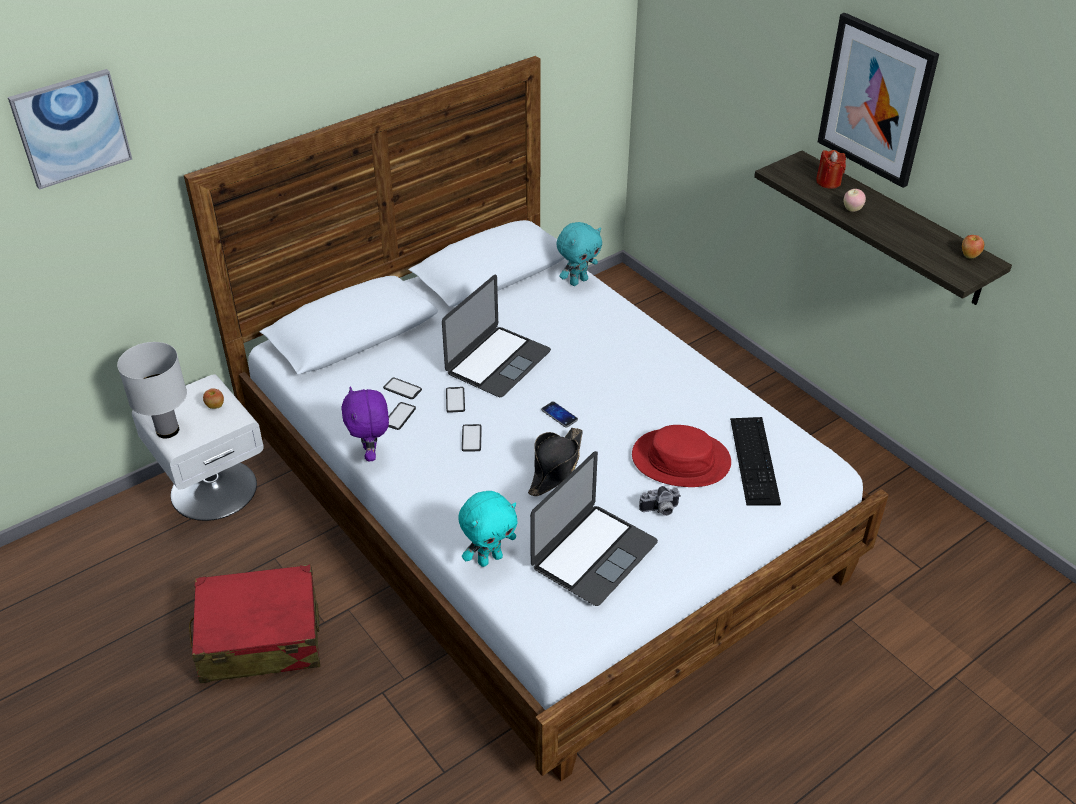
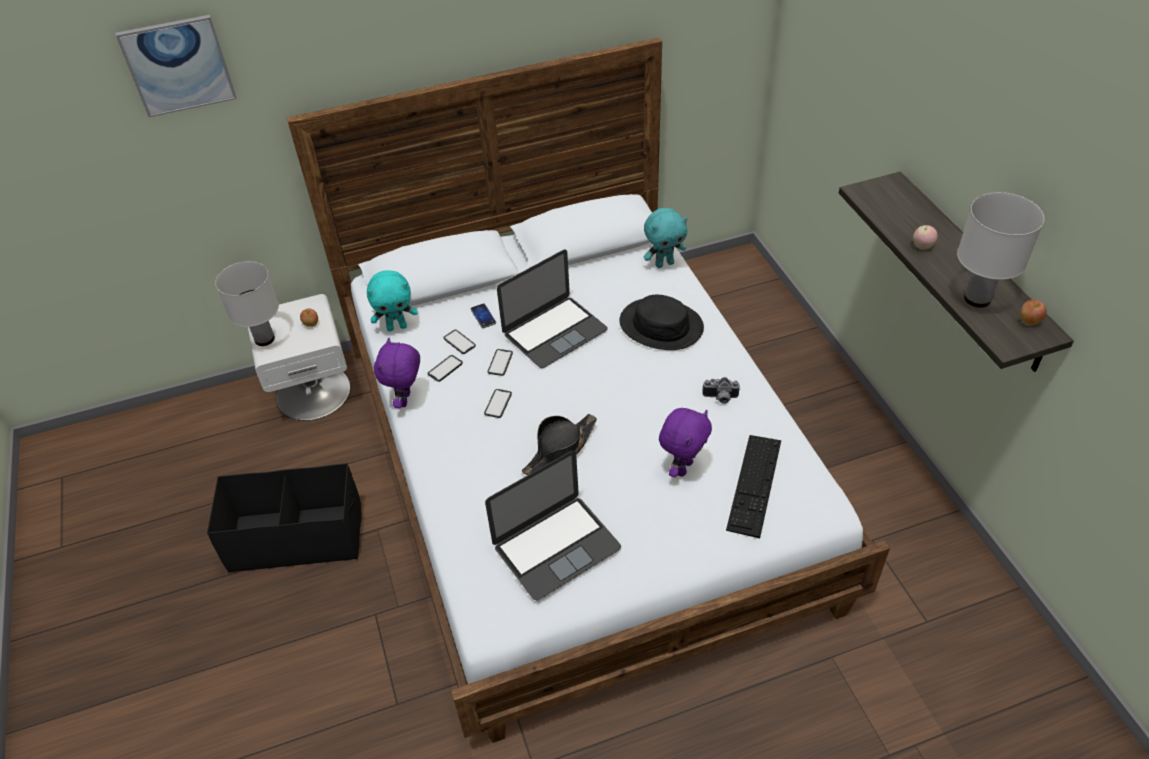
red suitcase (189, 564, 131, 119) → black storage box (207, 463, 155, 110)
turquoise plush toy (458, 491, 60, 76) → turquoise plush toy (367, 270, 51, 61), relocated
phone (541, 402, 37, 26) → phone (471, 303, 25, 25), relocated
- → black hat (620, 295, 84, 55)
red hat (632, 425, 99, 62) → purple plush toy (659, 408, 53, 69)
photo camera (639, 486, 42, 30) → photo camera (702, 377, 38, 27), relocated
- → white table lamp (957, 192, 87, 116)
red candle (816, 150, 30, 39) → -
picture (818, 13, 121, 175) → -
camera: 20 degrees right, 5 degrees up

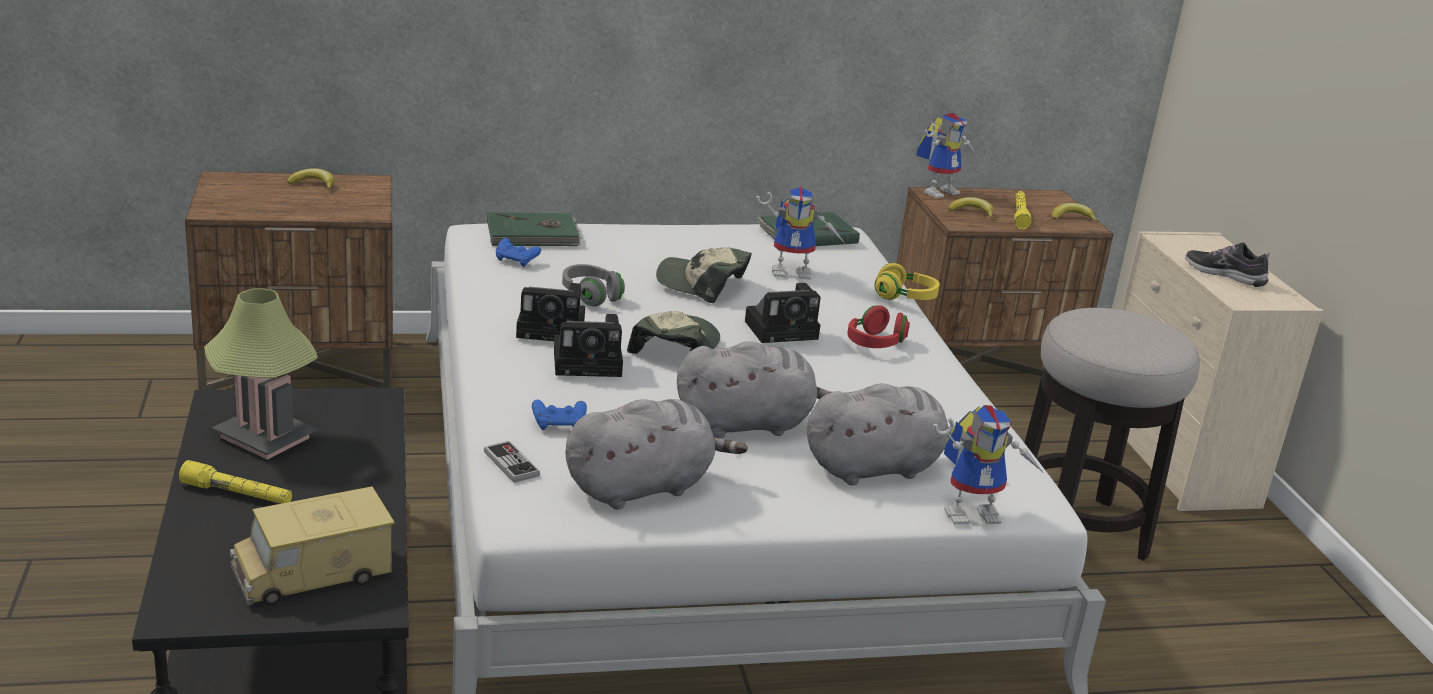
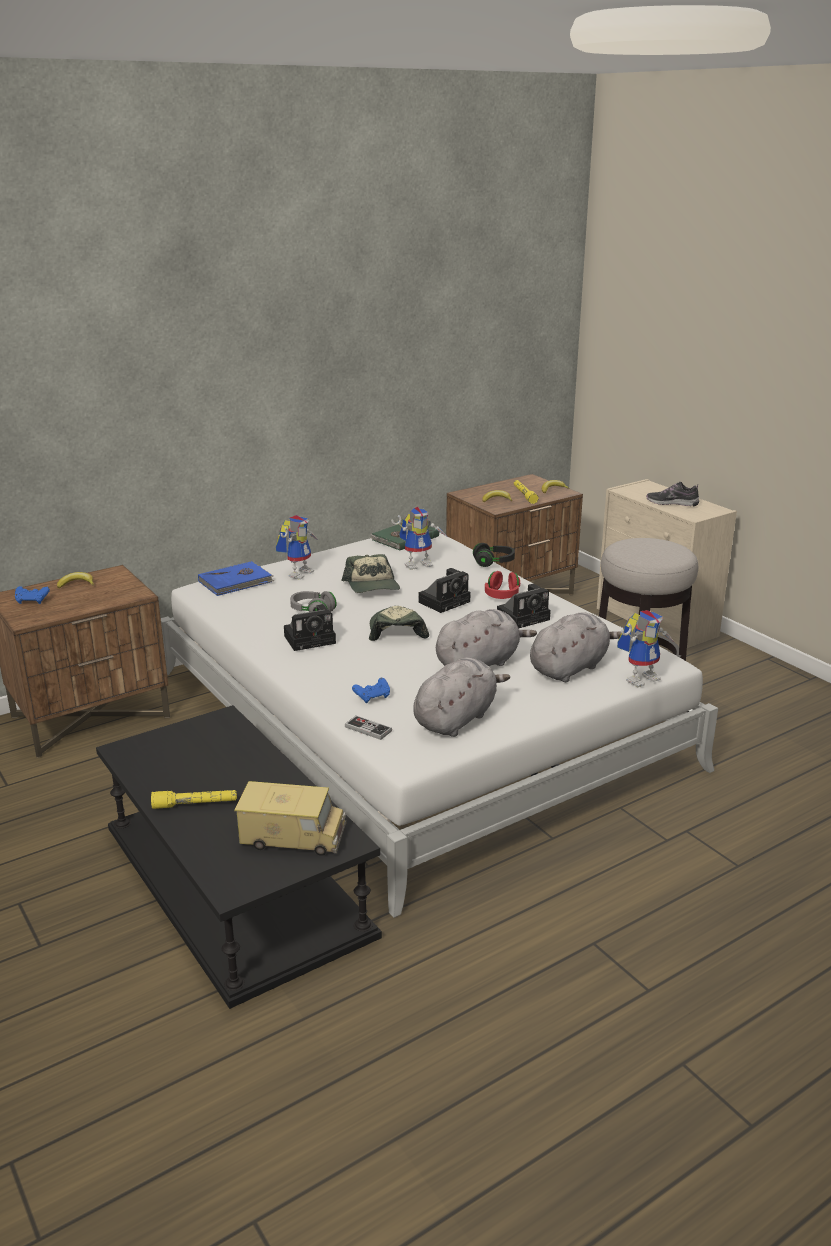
blue game controller (496, 238, 45, 29) → blue game controller (15, 586, 35, 18), relocated
green book (487, 212, 95, 34) → blue book (198, 561, 76, 35)
toy truck (230, 486, 165, 120) → toy truck (234, 781, 112, 75), 120 degrees counterclockwise
toy robot (916, 113, 61, 85) → toy robot (276, 515, 42, 65), relocated
cap (656, 247, 96, 56) → cap (342, 554, 58, 39), 105 degrees counterclockwise
yellow headphones (875, 263, 65, 37) → black headphones (473, 543, 42, 24)
photo camera (554, 314, 69, 63) → photo camera (497, 584, 54, 44), relocated
table lamp (204, 288, 114, 172) → -
camera: 20 degrees left, 0 degrees up

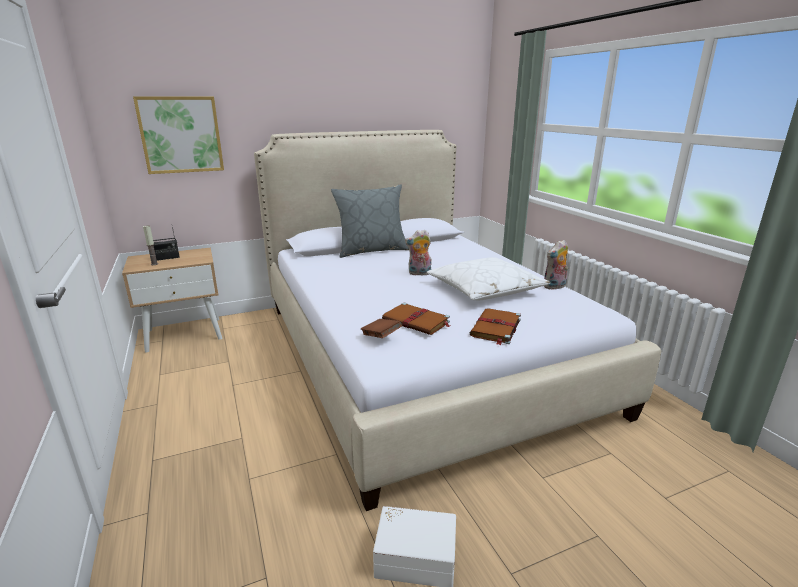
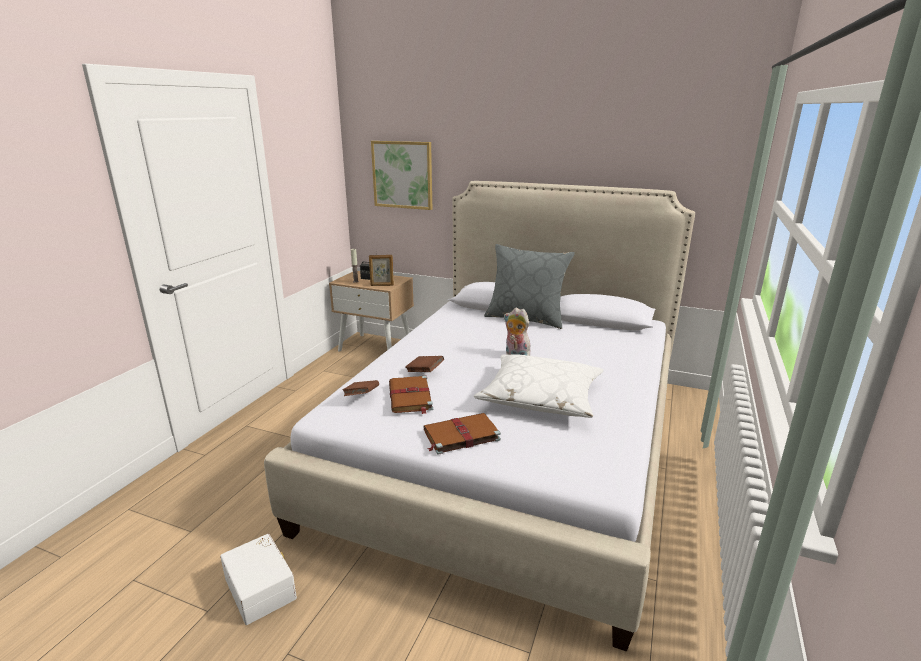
- → picture frame (369, 255, 25, 31)
- → brown book (406, 356, 38, 16)
plush toy (544, 240, 24, 50) → -
camera: 45 degrees right, 0 degrees up

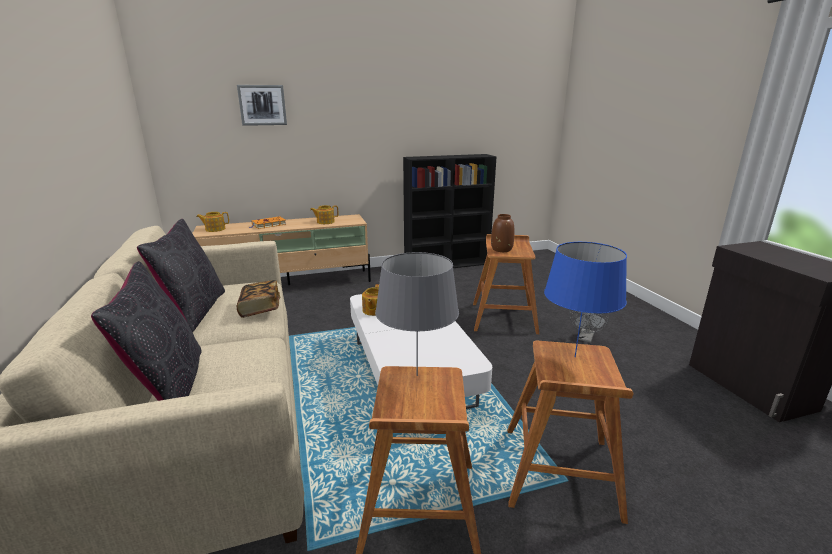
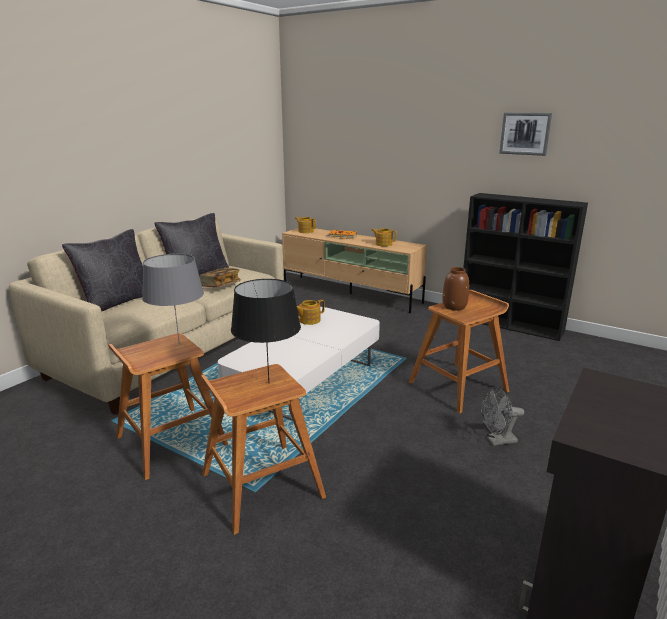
blue table lamp (544, 242, 83, 115) → black table lamp (231, 279, 70, 104)
picture (237, 85, 50, 41) → picture (499, 113, 53, 43), relocated
camera: 50 degrees right, 0 degrees up

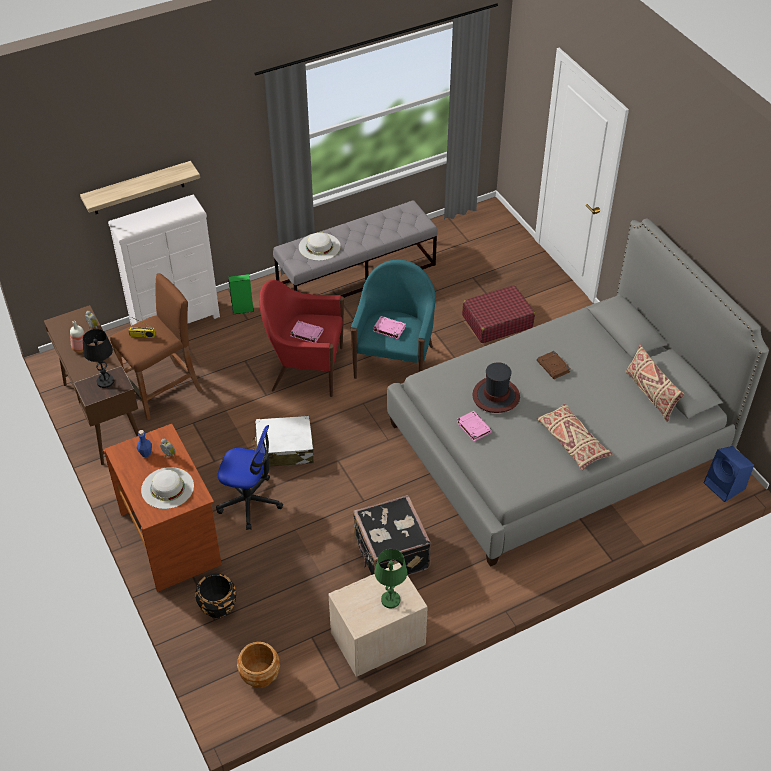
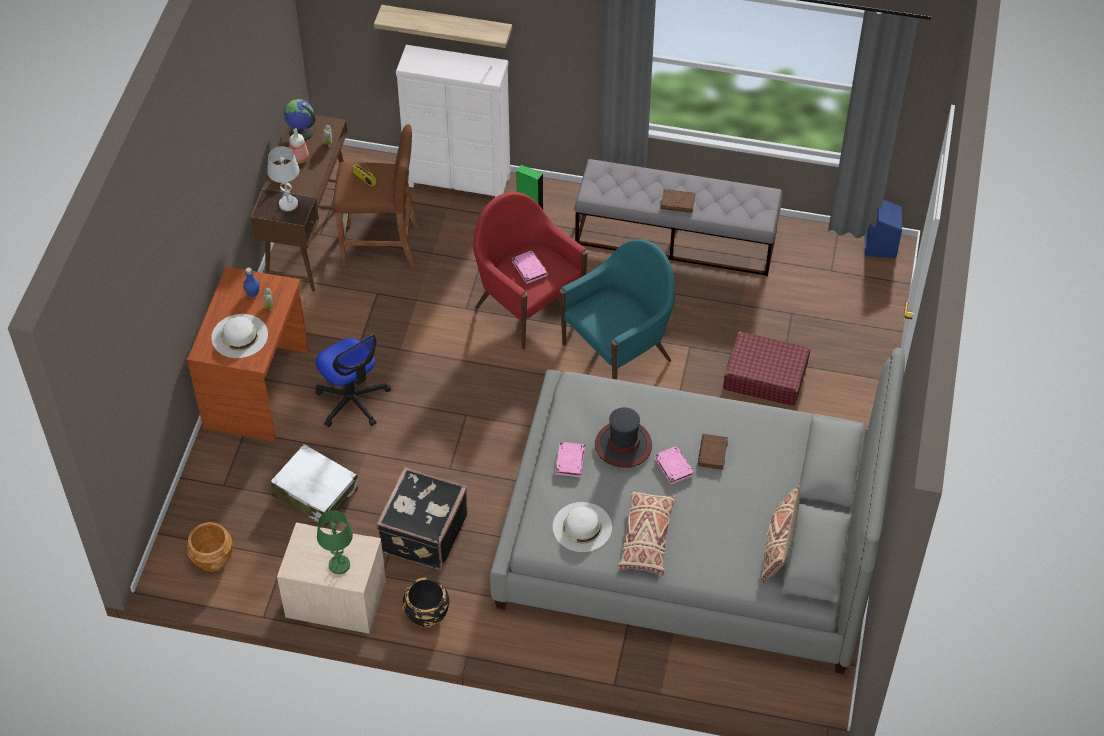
black table lamp (83, 329, 31, 59) → white table lamp (267, 146, 32, 65)
white suitcase (252, 415, 62, 52) → white suitcase (270, 444, 88, 83), relocated
- → globe (284, 99, 31, 42)
black planter (195, 573, 41, 45) → black planter (403, 577, 47, 50), relocated
white hat (299, 232, 41, 29) → white hat (553, 502, 59, 50), relocated
pink book (373, 316, 33, 23) → pink book (655, 446, 39, 39), relocated
- → brown book (661, 189, 34, 24)
blue speaker (704, 446, 50, 56) → blue speaker (865, 199, 37, 59), relocated
camera: 40 degrees right, 5 degrees up

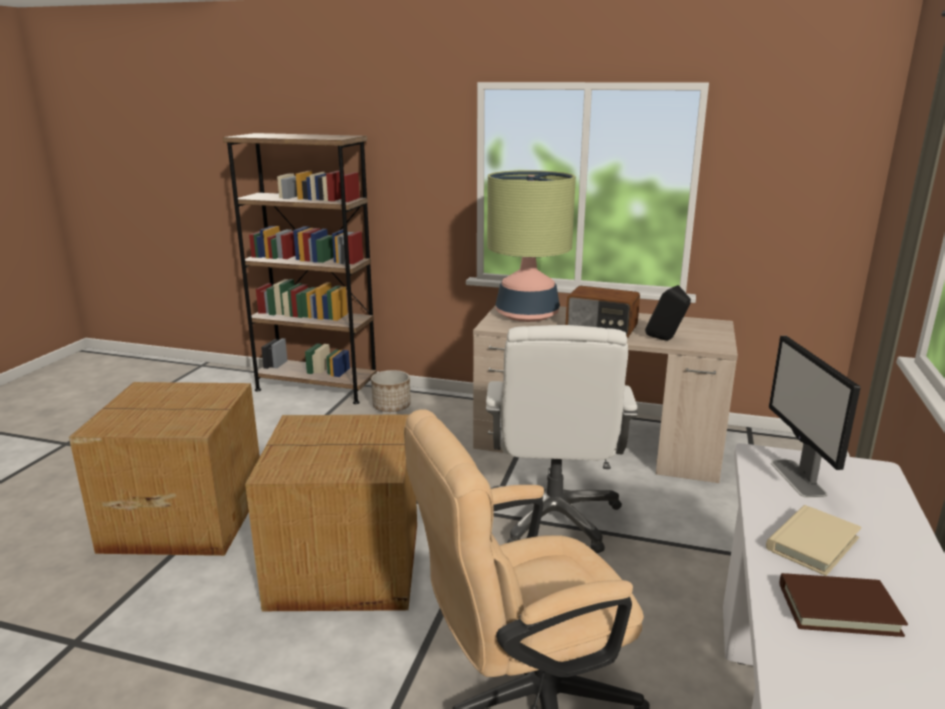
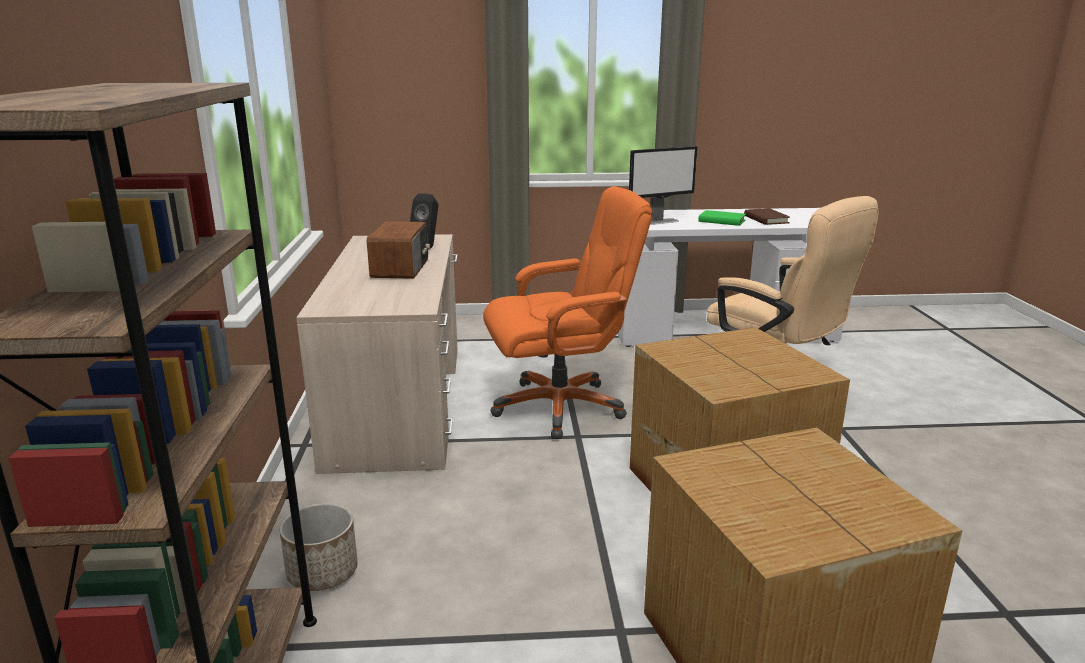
white office chair (486, 325, 152, 229) → orange office chair (483, 186, 169, 253)
beige book (766, 505, 95, 71) → green book (698, 210, 48, 16)
table lamp (487, 170, 89, 152) → -
camera: 110 degrees left, 0 degrees up

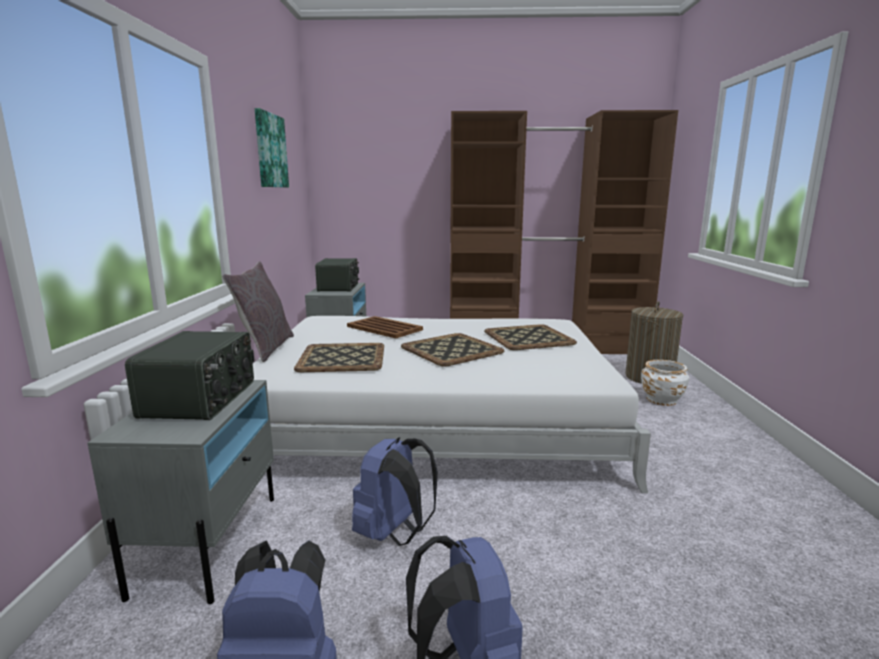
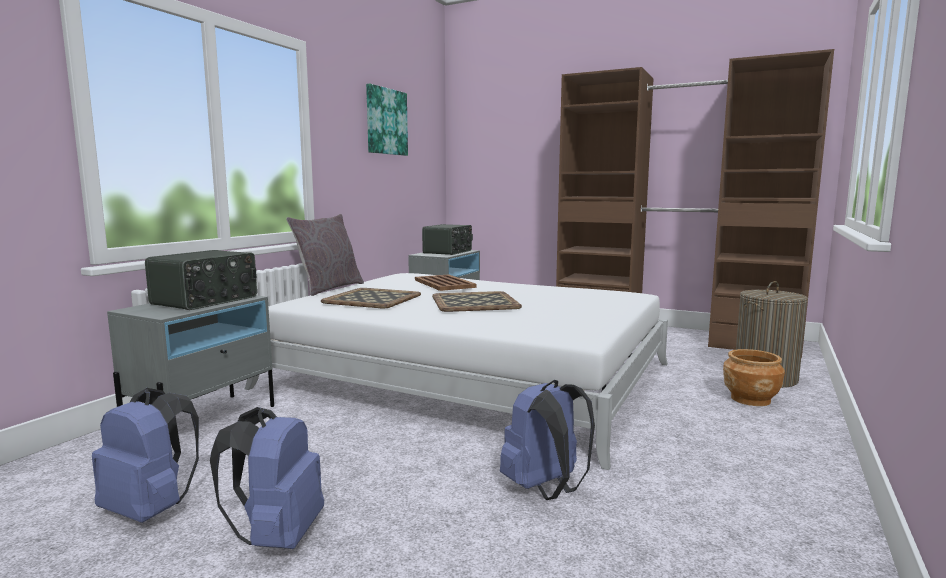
blue backpack (352, 437, 86, 109) → blue backpack (500, 380, 95, 120), relocated
white planter (641, 360, 48, 46) → brown planter (723, 349, 62, 57)
tray (484, 324, 93, 26) → -
camera: 25 degrees right, 5 degrees down

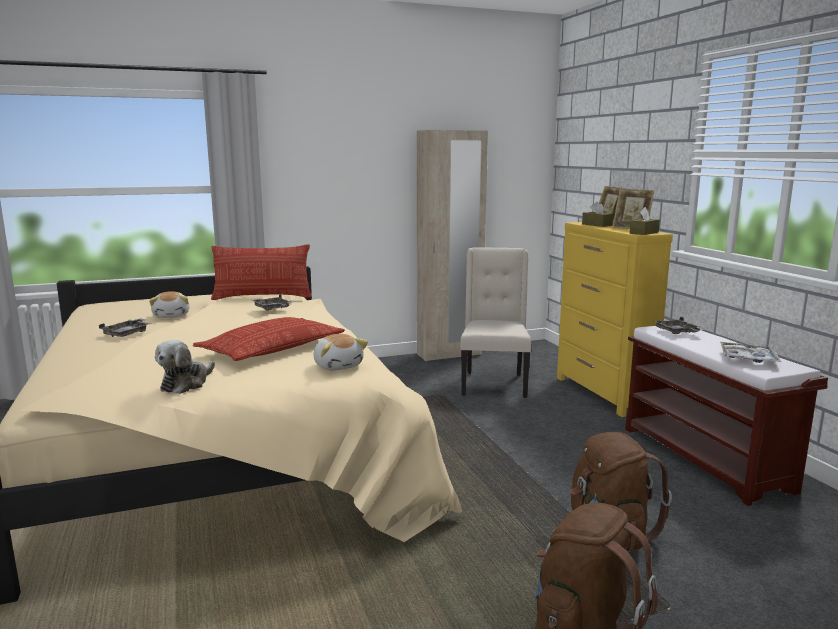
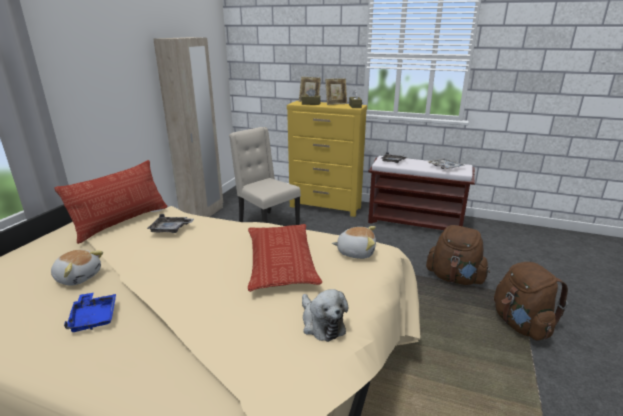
grey tray (99, 318, 51, 19) → blue tray (64, 292, 52, 40)
camera: 50 degrees left, 10 degrees up

